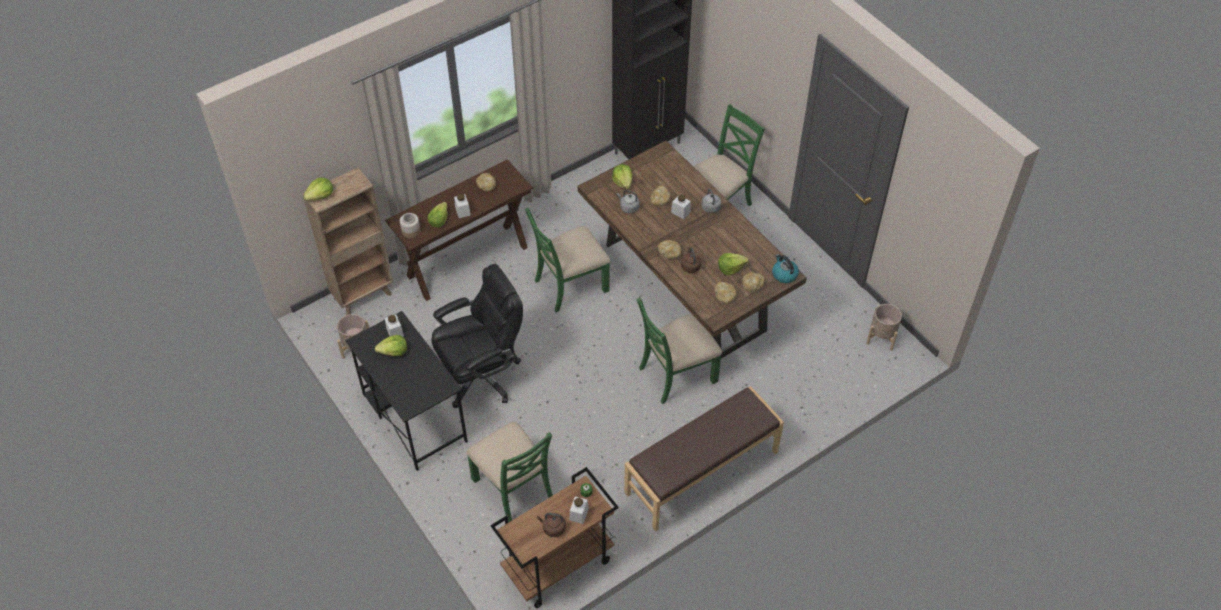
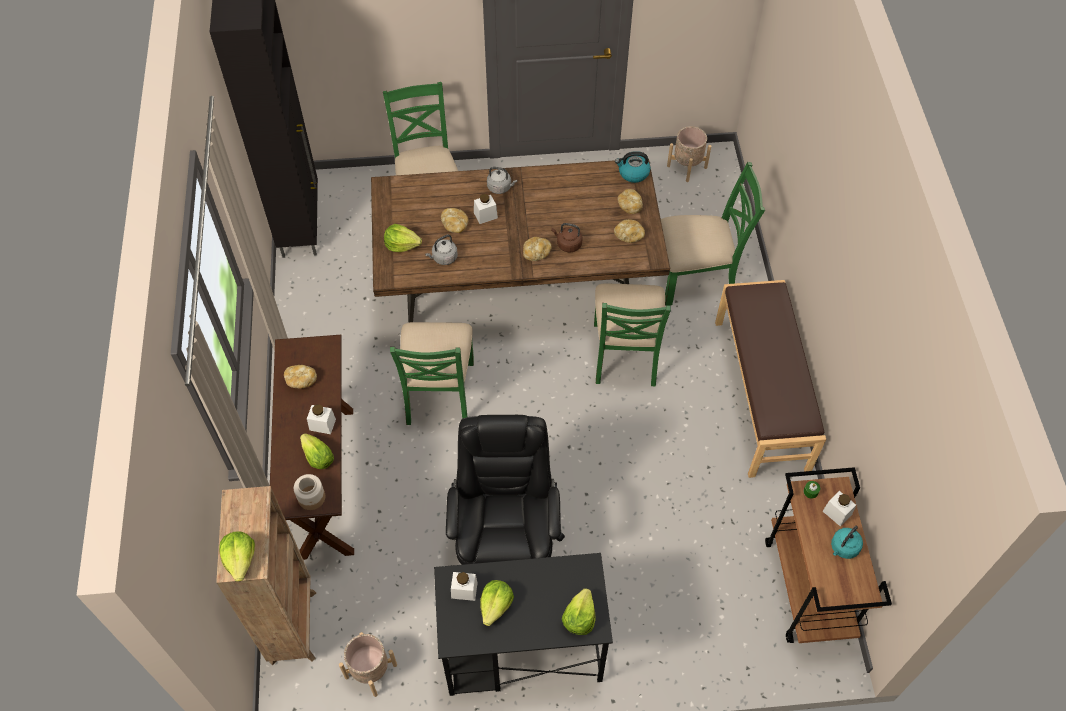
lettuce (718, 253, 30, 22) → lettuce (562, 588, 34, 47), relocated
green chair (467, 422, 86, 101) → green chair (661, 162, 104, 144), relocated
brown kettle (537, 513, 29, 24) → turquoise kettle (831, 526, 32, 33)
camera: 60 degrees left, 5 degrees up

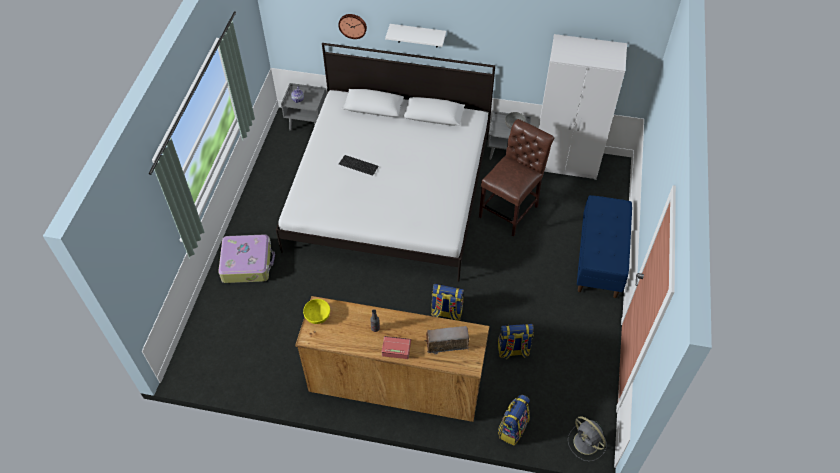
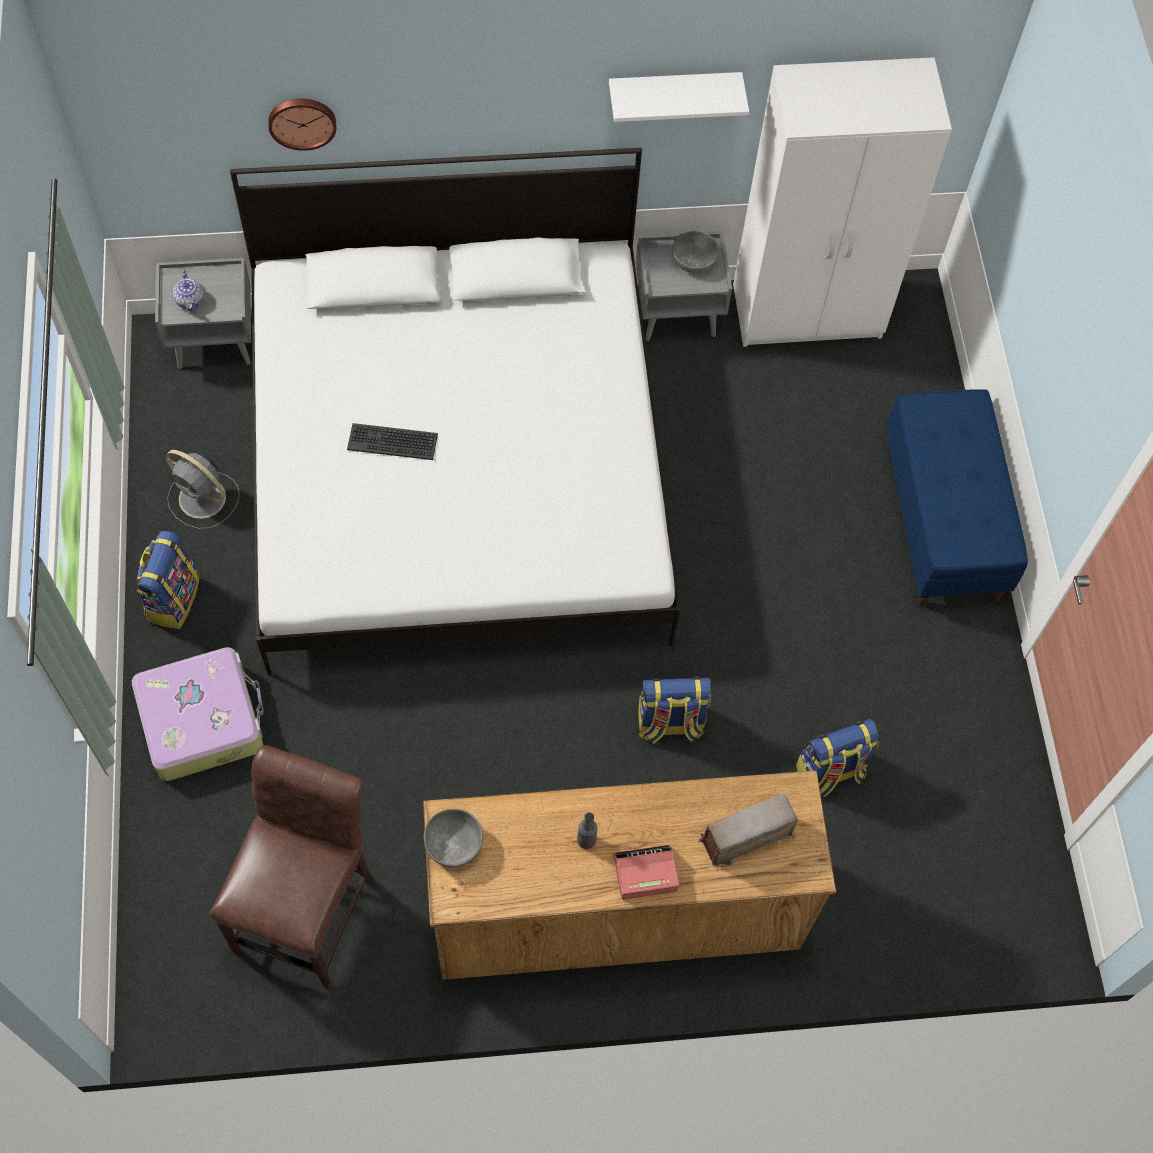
backpack (498, 395, 32, 51) → backpack (136, 531, 64, 98), relocated
grey fan (568, 416, 39, 45) → grey fan (166, 450, 74, 79), relocated
brown chair (479, 119, 75, 118) → brown chair (209, 745, 164, 243), relocated
yellow bowl (303, 299, 27, 25) → grey bowl (424, 809, 59, 59)
white shelf (385, 24, 61, 24) → white shelf (609, 72, 140, 50), relocated
camera: 20 degrees left, 10 degrees up

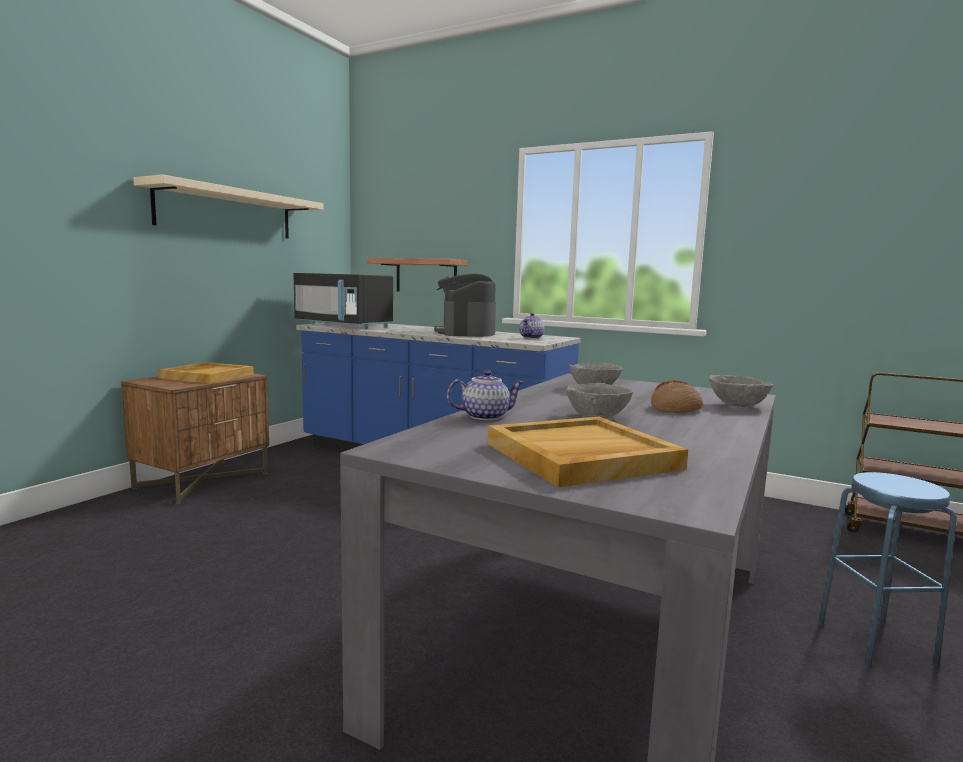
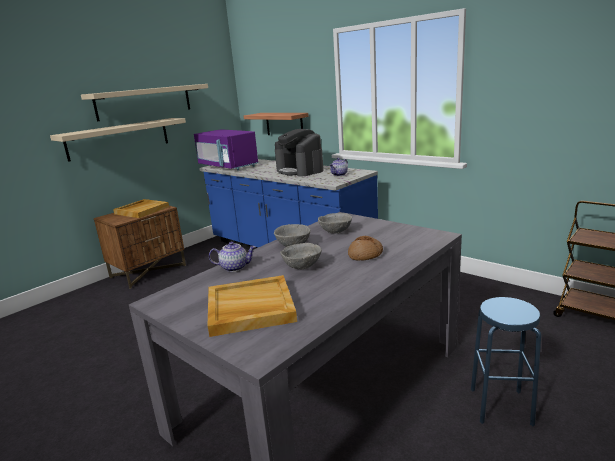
- → beige shelf (50, 118, 136, 44)
black microwave (293, 273, 101, 56) → purple microwave (194, 129, 65, 42)
grey bowl (709, 375, 64, 32) → grey bowl (274, 224, 36, 23), relocated
coffee machine (434, 273, 62, 64) → coffee machine (275, 129, 49, 47), 45 degrees counterclockwise
camera: 15 degrees right, 10 degrees up

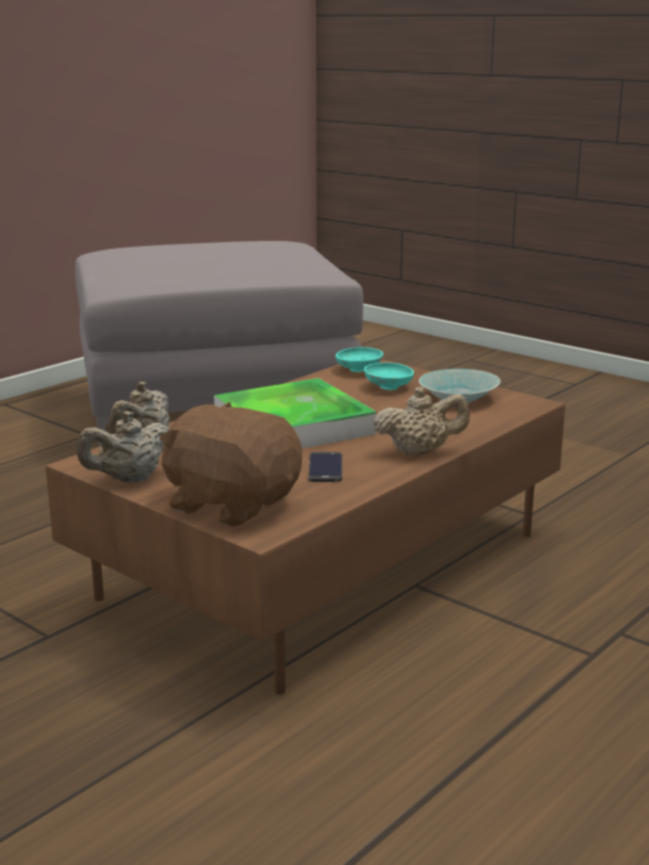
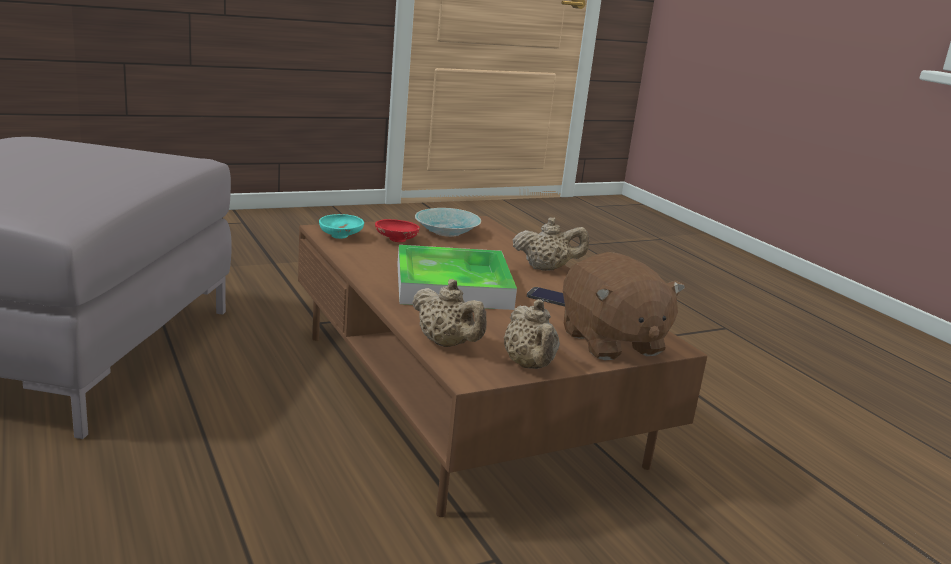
turquoise bowl (364, 363, 50, 27) → red bowl (375, 219, 45, 23)
beige teapot (373, 387, 97, 68) → beige teapot (513, 217, 76, 54), 75 degrees clockwise
brown plush toy (160, 402, 142, 125) → brown plush toy (563, 252, 122, 108), 75 degrees counterclockwise
camera: 70 degrees left, 0 degrees up

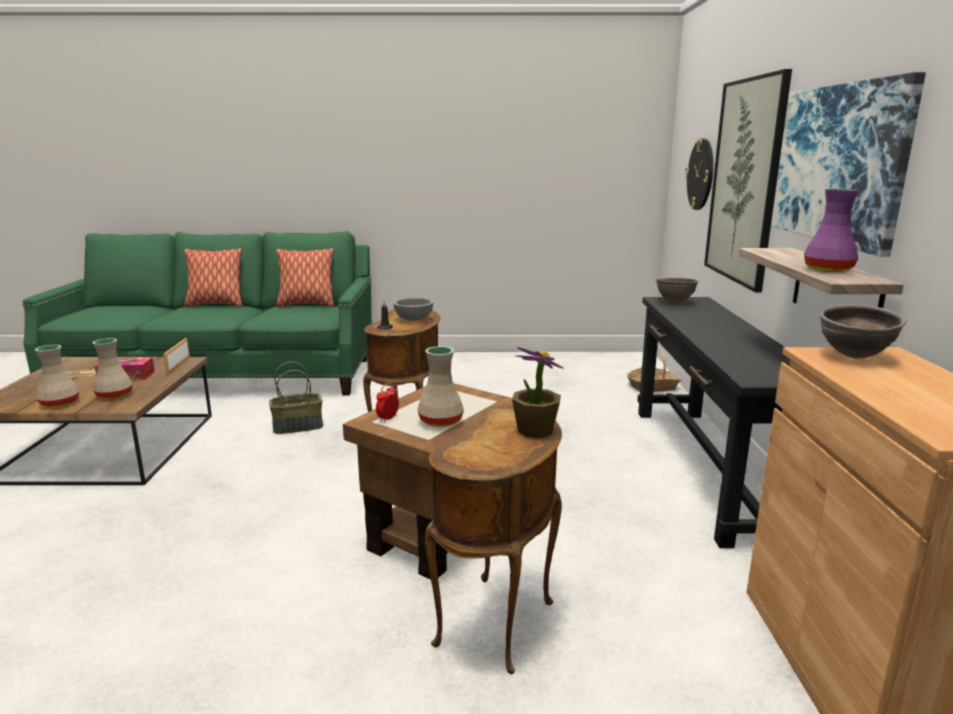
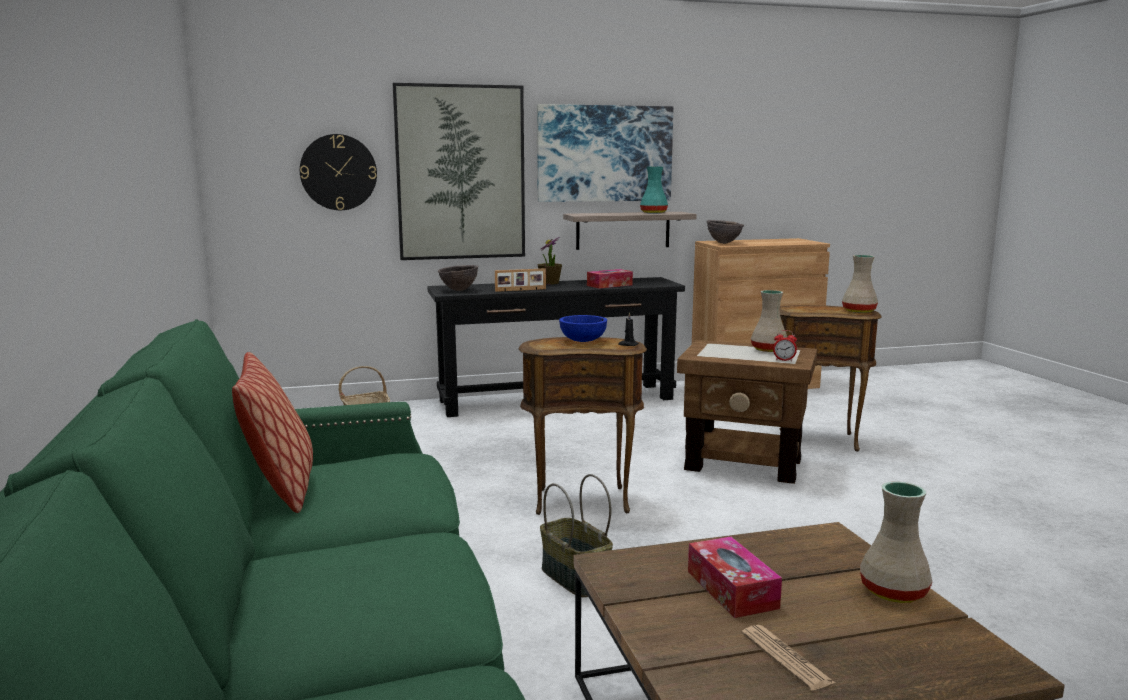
picture frame (163, 338, 27, 37) → picture frame (495, 268, 51, 24), relocated
potted plant (512, 347, 52, 91) → potted plant (537, 237, 25, 47), relocated
grey bowl (393, 298, 40, 23) → blue bowl (559, 315, 48, 27)
- → tissue box (587, 269, 46, 20)
purple vase (804, 189, 55, 83) → turquoise vase (640, 167, 28, 47)
beige vase (93, 338, 40, 62) → beige vase (842, 255, 36, 58), relocated
pillow (184, 248, 58, 59) → -
camera: 105 degrees left, 5 degrees down

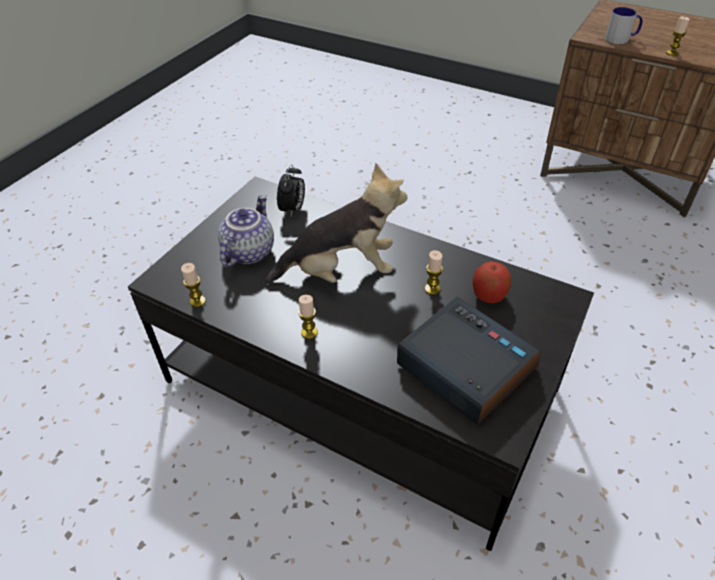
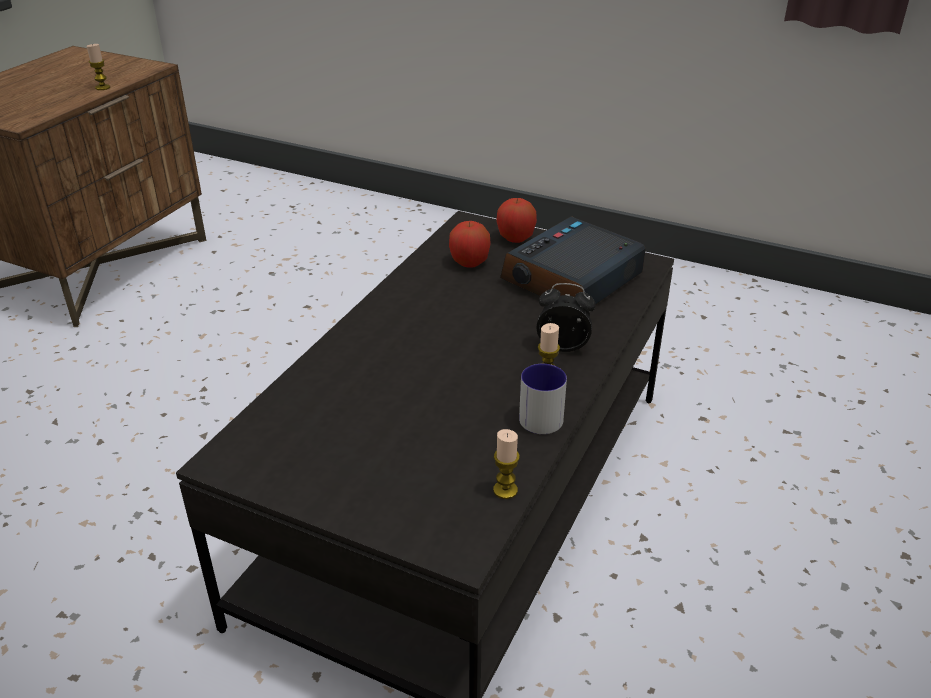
- → apple (496, 198, 41, 45)
mug (605, 7, 37, 37) → mug (519, 364, 48, 70), relocated
alarm clock (277, 164, 28, 53) → alarm clock (537, 283, 59, 69), relocated
teapot (218, 195, 56, 73) → -
plush toy (264, 163, 143, 122) → -
candle (425, 250, 18, 45) → -
camera: 95 degrees left, 10 degrees down

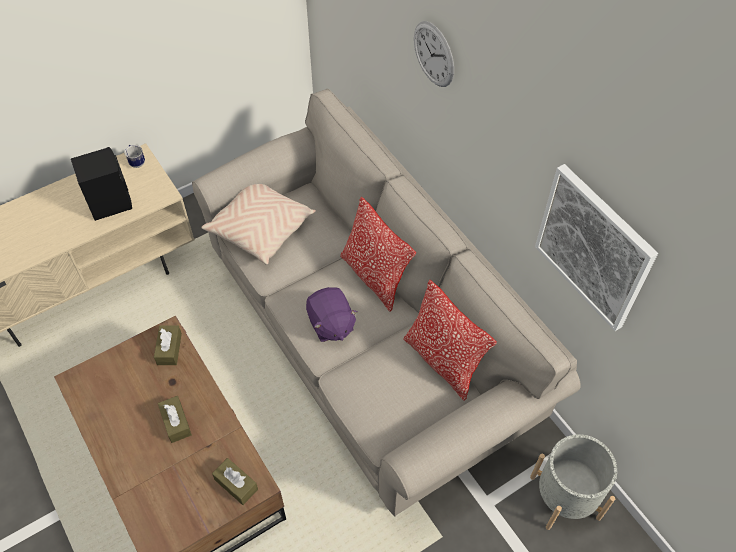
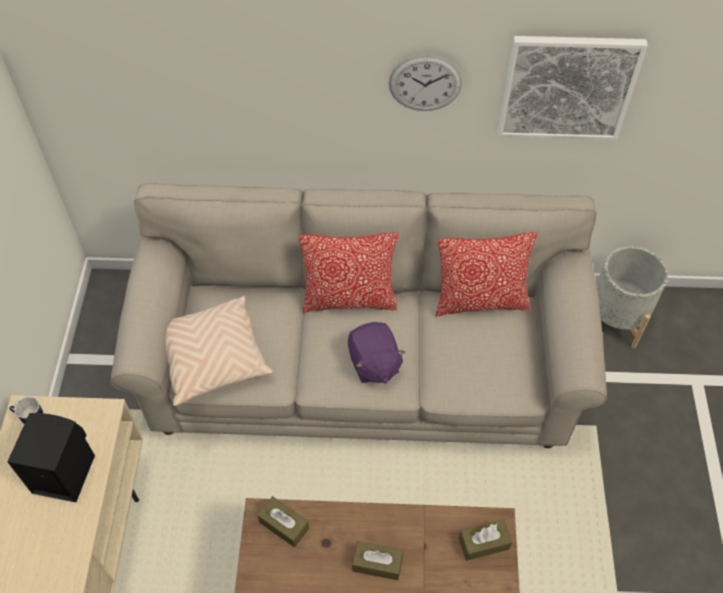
purple plush toy (306, 287, 52, 55) → purple plush toy (348, 322, 58, 62), 60 degrees clockwise
wall clock (414, 21, 40, 66) → wall clock (389, 54, 73, 57), relocated
camera: 55 degrees left, 0 degrees up

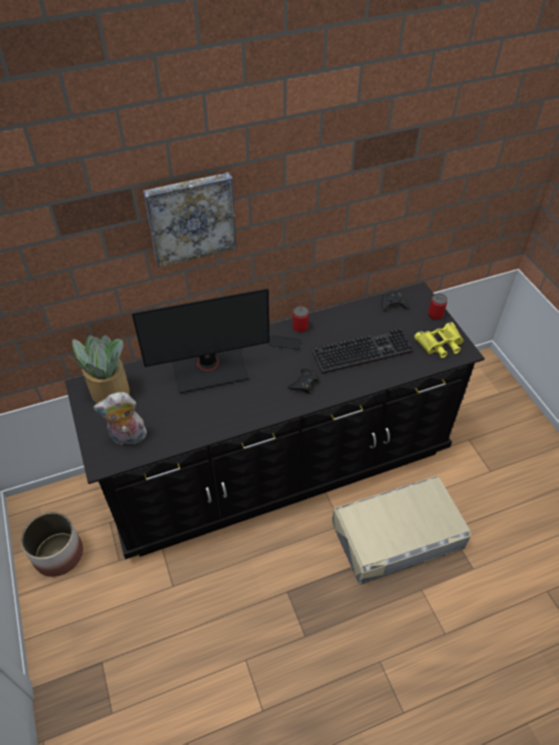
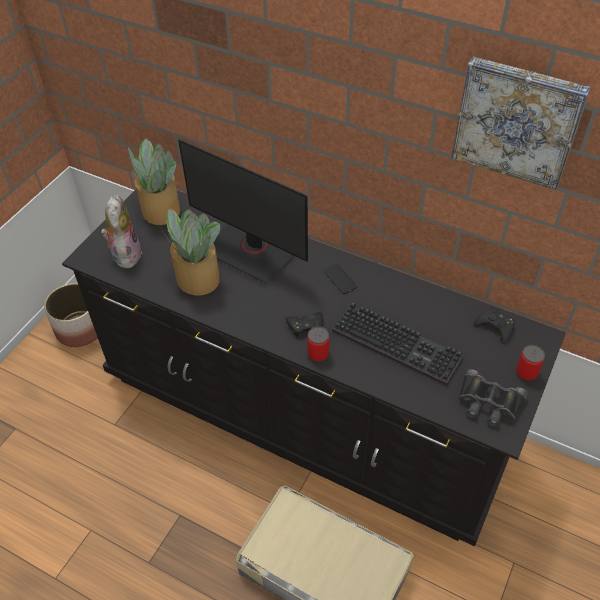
plush toy (93, 392, 54, 55) → plush toy (101, 195, 41, 73), 45 degrees clockwise
- → potted plant (160, 209, 60, 86)
can (293, 306, 16, 27) → can (307, 326, 22, 36), relocated
picture (143, 172, 94, 95) → picture (452, 56, 139, 134), relocated
yellow binoculars (414, 322, 50, 36) → black binoculars (458, 369, 70, 58)
camera: 50 degrees right, 0 degrees up

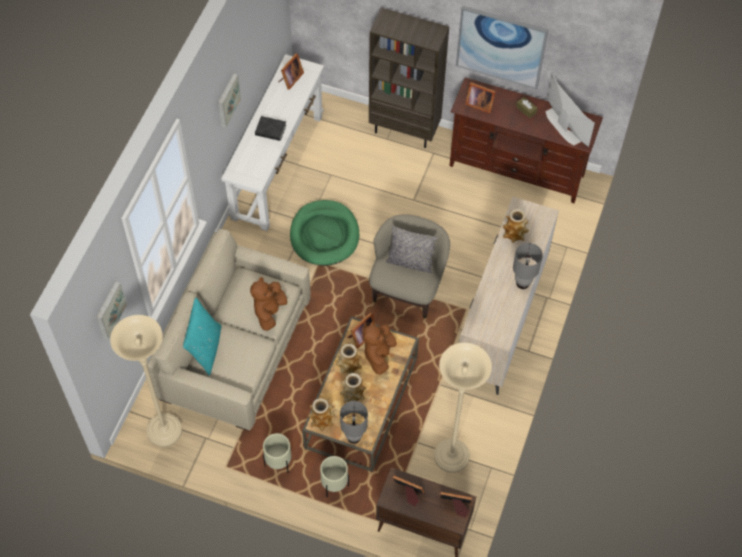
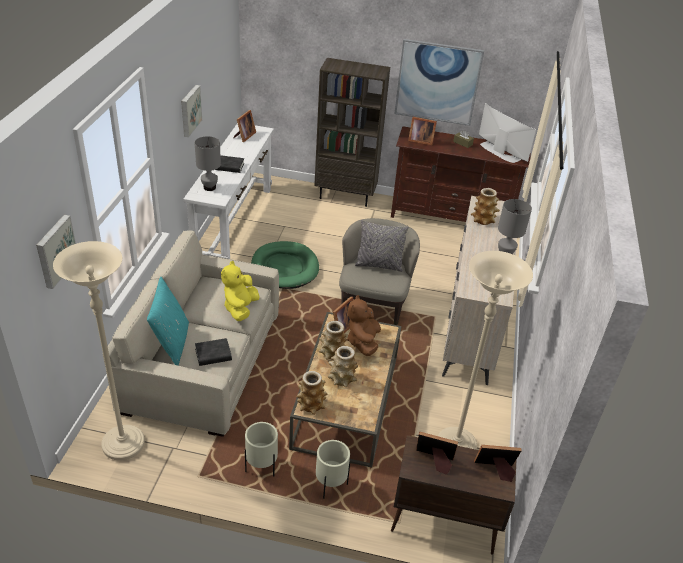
grey table lamp (340, 401, 28, 43) → grey table lamp (194, 136, 27, 55), relocated
- → black book (195, 338, 37, 28)
brown plush toy (250, 277, 37, 54) → yellow plush toy (221, 261, 39, 60)
camera: 10 degrees left, 20 degrees down

